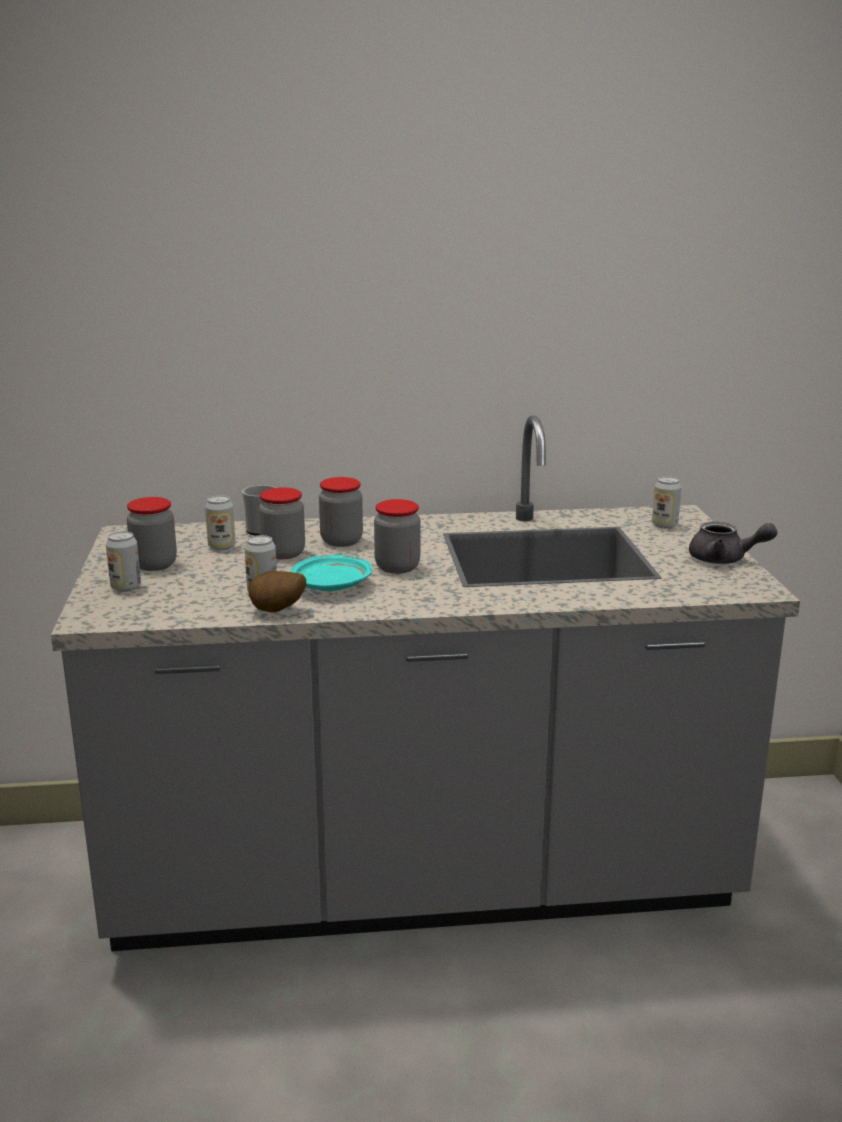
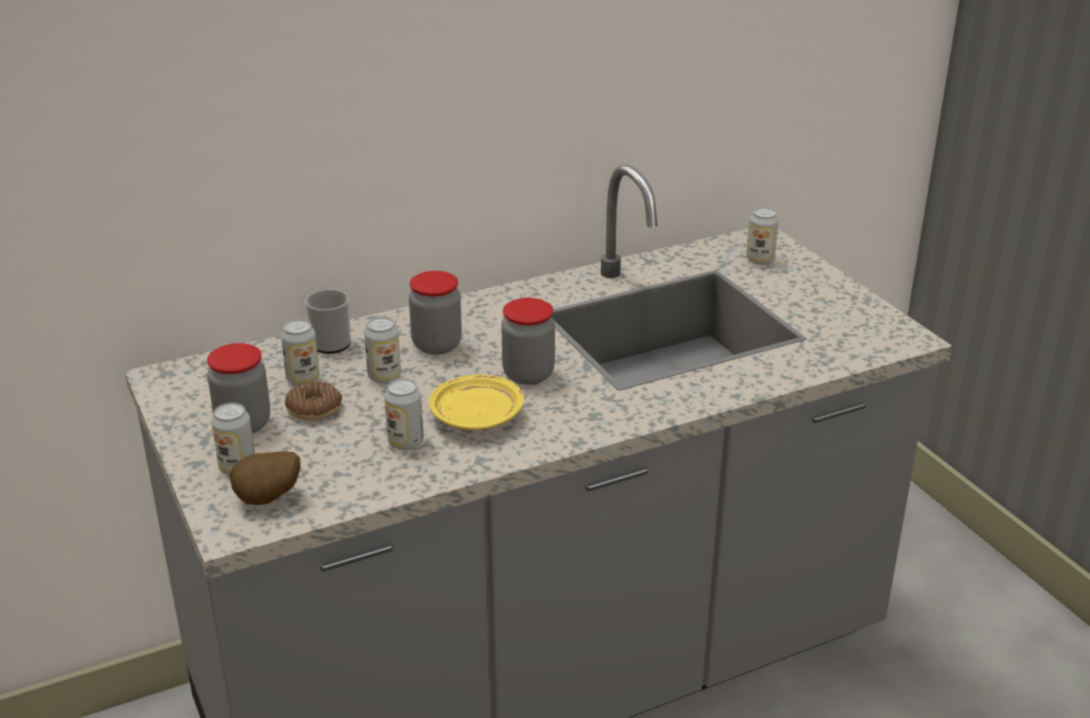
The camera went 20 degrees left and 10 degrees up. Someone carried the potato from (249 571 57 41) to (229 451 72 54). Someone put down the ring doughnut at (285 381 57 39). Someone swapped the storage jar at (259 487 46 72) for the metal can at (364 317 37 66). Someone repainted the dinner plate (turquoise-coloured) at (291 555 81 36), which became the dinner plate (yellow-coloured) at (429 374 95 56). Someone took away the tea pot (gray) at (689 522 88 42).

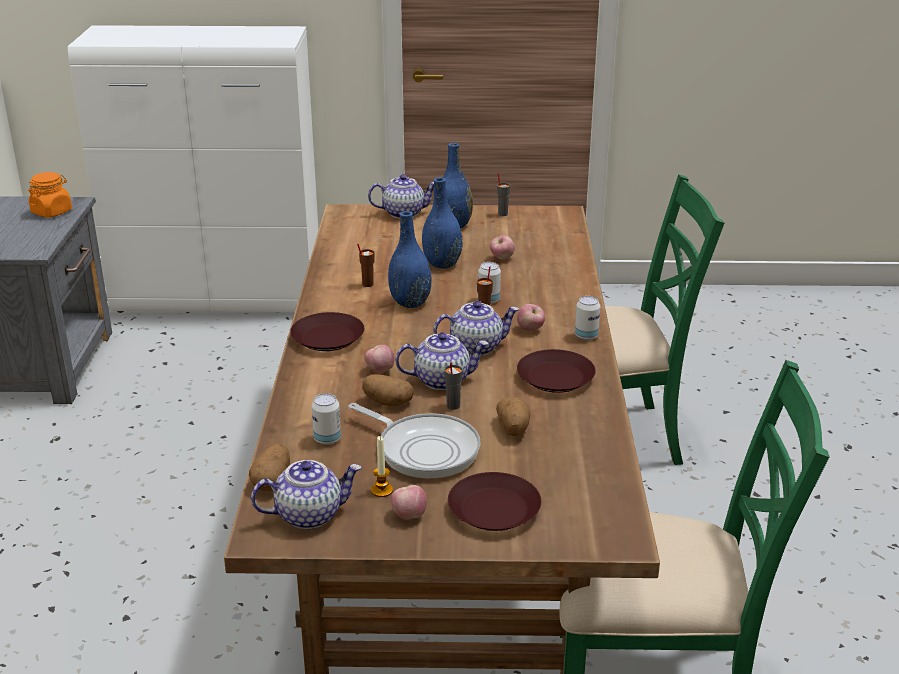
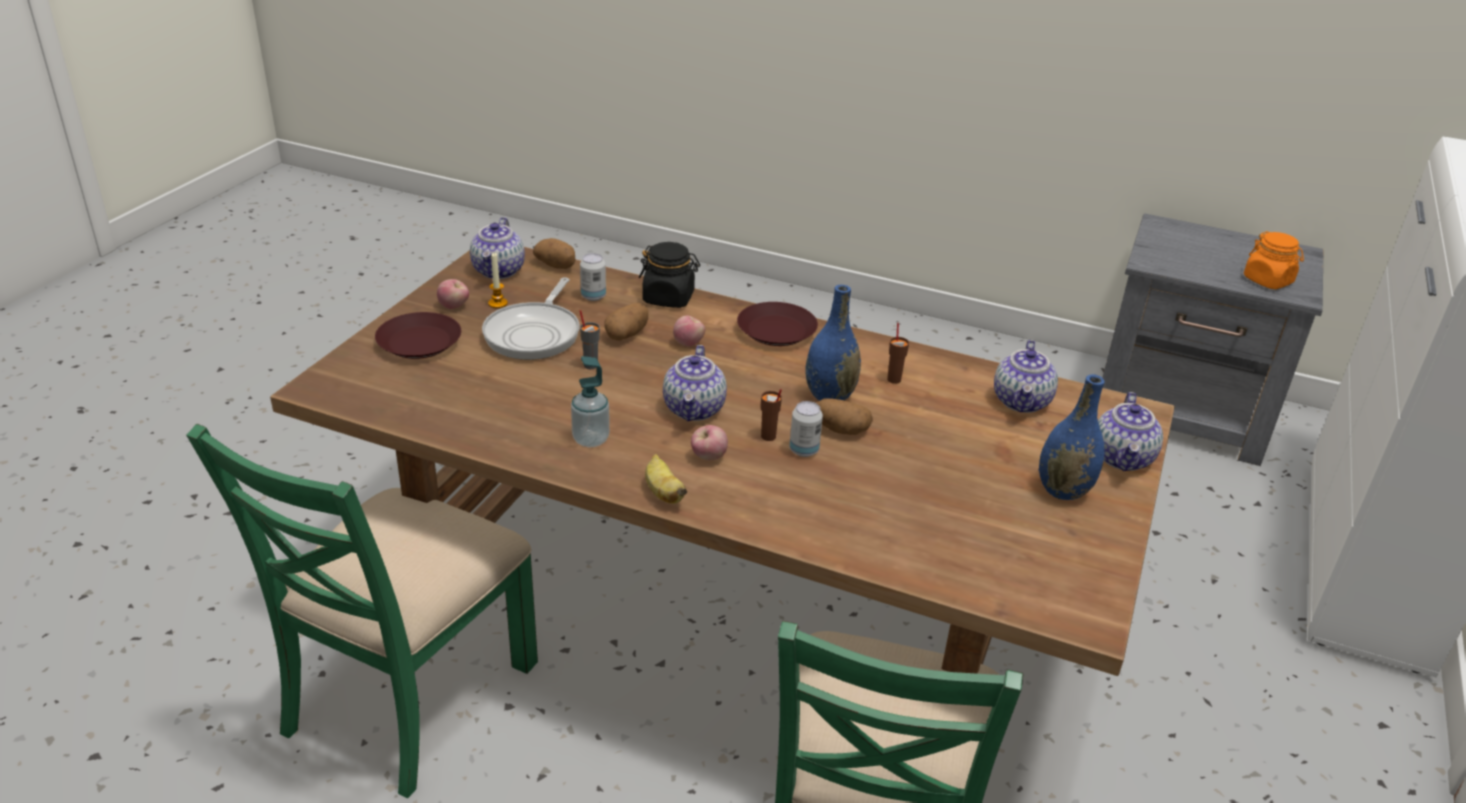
The camera went 110 degrees right and 5 degrees up. Someone rotated the pan at (348 403 133 76) by 45 degrees counterclockwise. Someone swapped the dinner plate (brownish) at (517 349 79 44) for the soap bottle at (571 356 39 91). Someone put down the storage jar (blackish) at (639 242 61 66). Someone swapped the metal can at (575 296 26 44) for the banana fruit at (645 454 42 50). Someone carried the potato from (496 397 34 39) to (816 398 57 37). Someone carried the tea pot from (395 332 93 58) to (994 340 64 73). Someone took away the decorative vase (blue) at (422 177 41 91). Someone took away the whole apple at (490 235 25 25). Someone took away the small cup (gray) at (497 173 13 43).

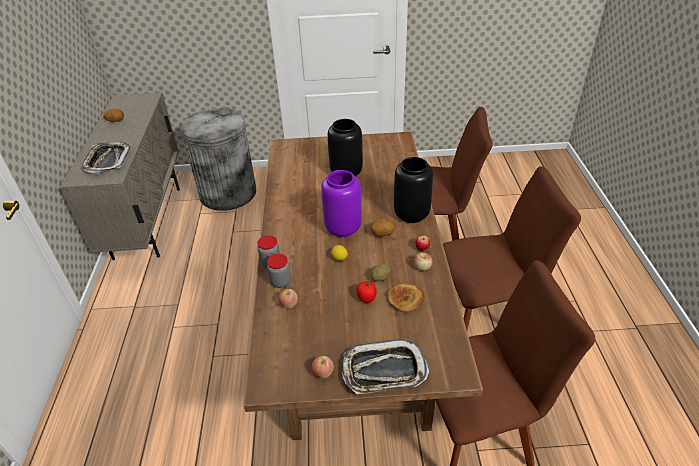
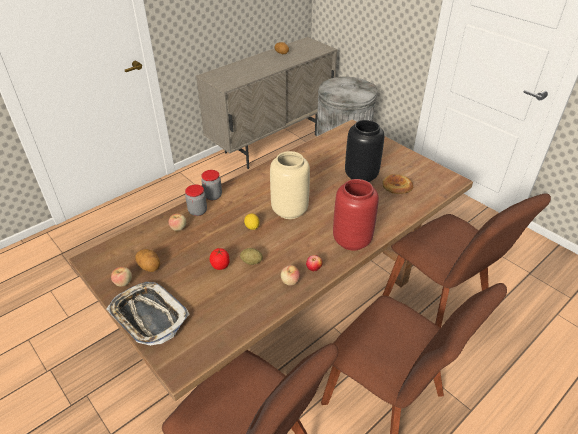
The camera went 50 degrees right and 0 degrees up. Someone carried the potato from (370 218 25 18) to (135 249 25 23). Someone repainted the decorative vase (purple-coloured) at (322 170 40 67), which became the decorative vase (beige) at (270 151 40 68). Someone repainted the decorative vase (blackish) at (394 157 39 66), which became the decorative vase (red-coloured) at (333 179 46 72). Someone carried the baked bread from (387 283 38 29) to (383 174 30 20). Someone took away the tray at (82 142 48 31).

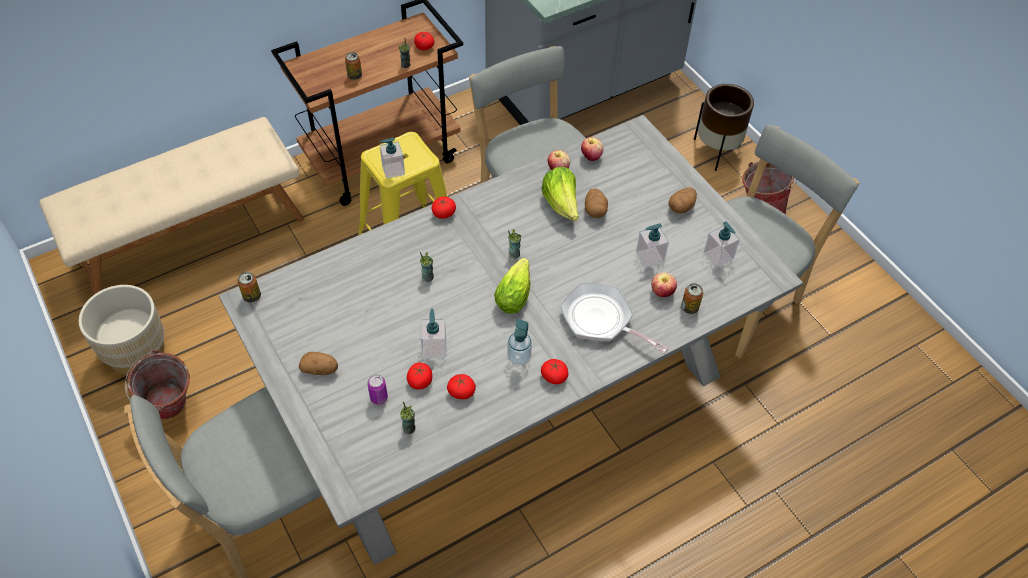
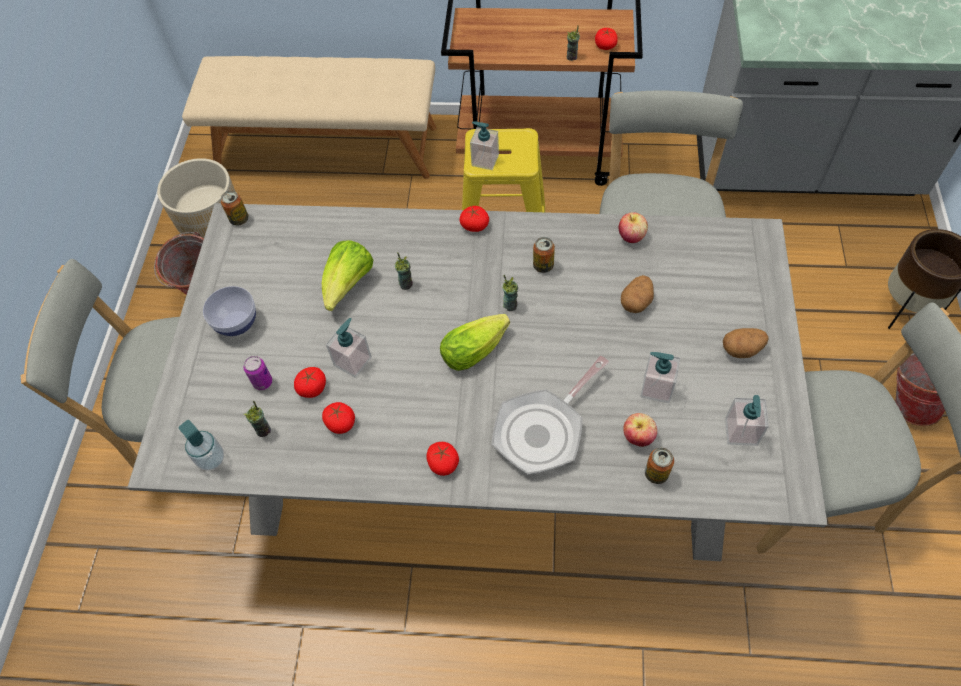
The camera went 40 degrees right and 5 degrees up. Someone carried the soap bottle from (507 319 25 46) to (178 420 46 51). Someone swapped the potato at (299 352 39 23) for the deep dish at (203 286 53 50). Someone carried the head of lettuce from (541 167 38 54) to (322 240 51 71). Someone rotated the pan at (560 283 109 71) by 120 degrees counterclockwise. Someone carried the metal can from (345 52 17 28) to (533 237 22 36). Someone took away the whole apple at (581 137 23 24).

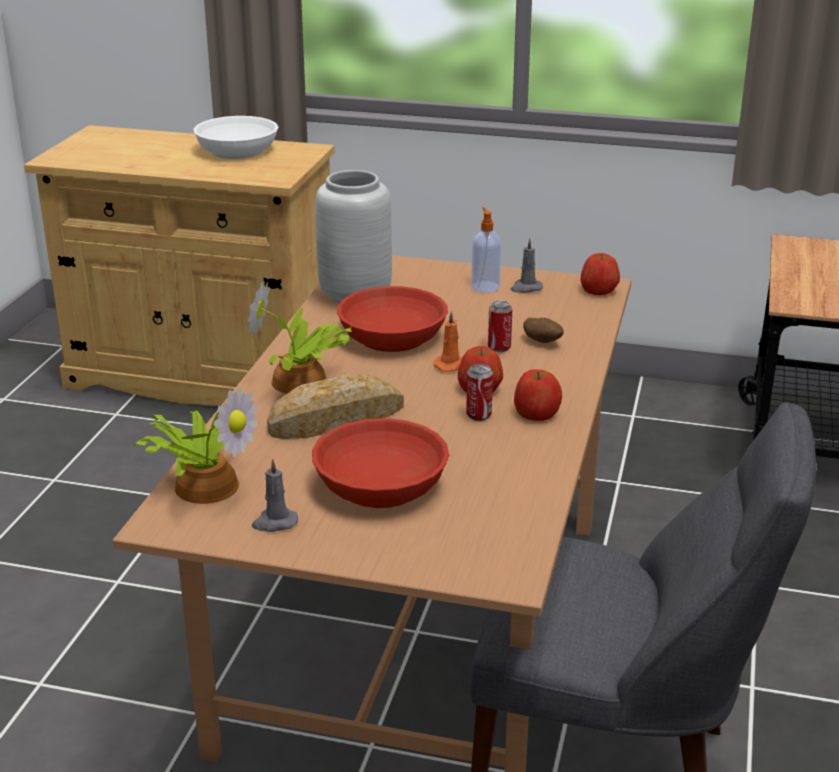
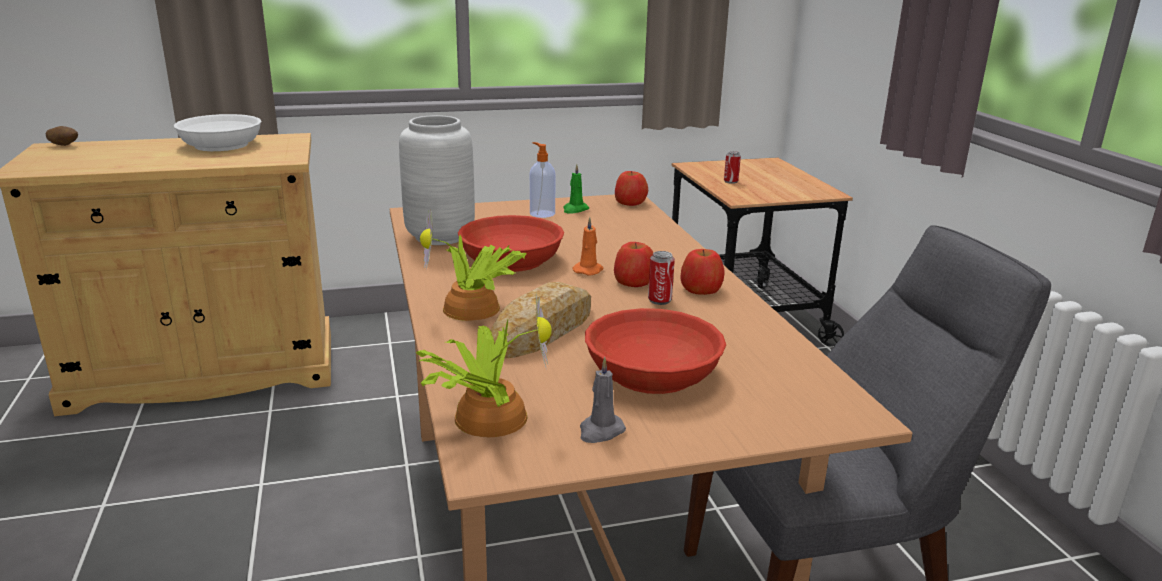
The camera went 30 degrees left and 5 degrees down. Someone carried the potato from (523 318 41 25) to (46 126 32 20). Someone repainted the candle (gray) at (511 238 32 55), which became the candle (green-coloured) at (563 164 26 50). Someone carried the metal can from (488 301 24 51) to (724 151 17 33).

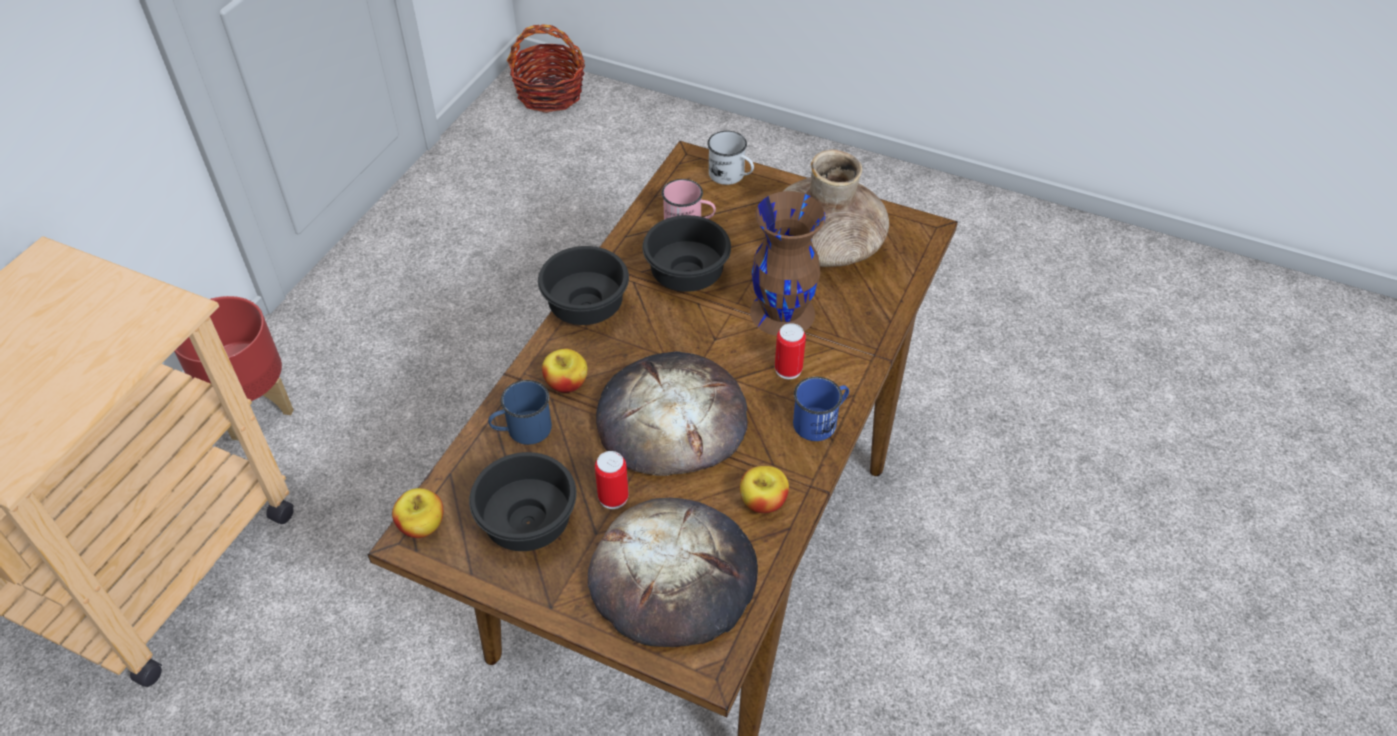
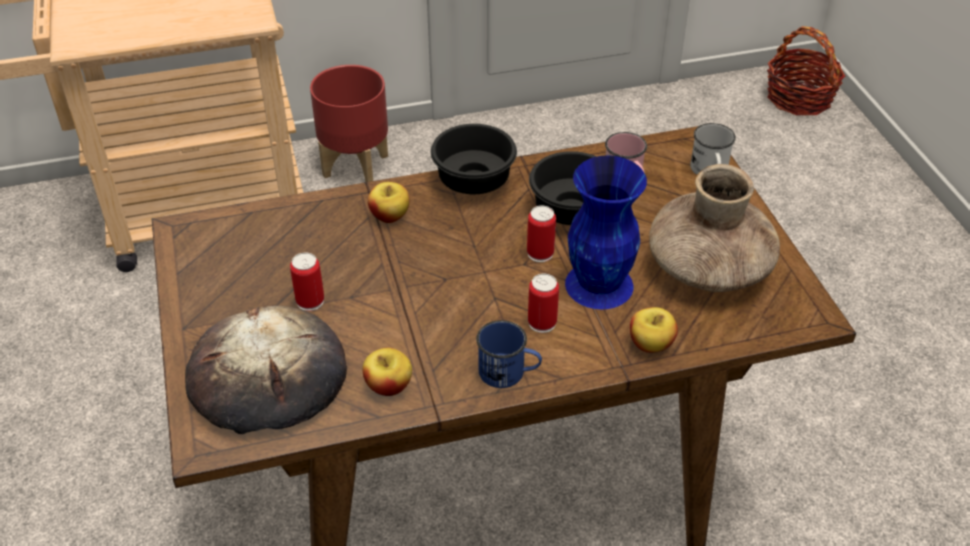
The camera went 50 degrees right and 5 degrees down. Someone put down the metal can at (527 206 29 56). Someone repainted the decorative vase (brownish) at (750 191 75 145), which became the decorative vase (blue) at (565 155 82 154). Someone carried the whole apple from (392 488 51 50) to (630 307 48 46). Someone took away the deep dish (blackish) at (469 452 107 99). Someone took away the coffee mug (blue) at (488 380 64 65). Someone took away the baked bread at (596 351 152 125).

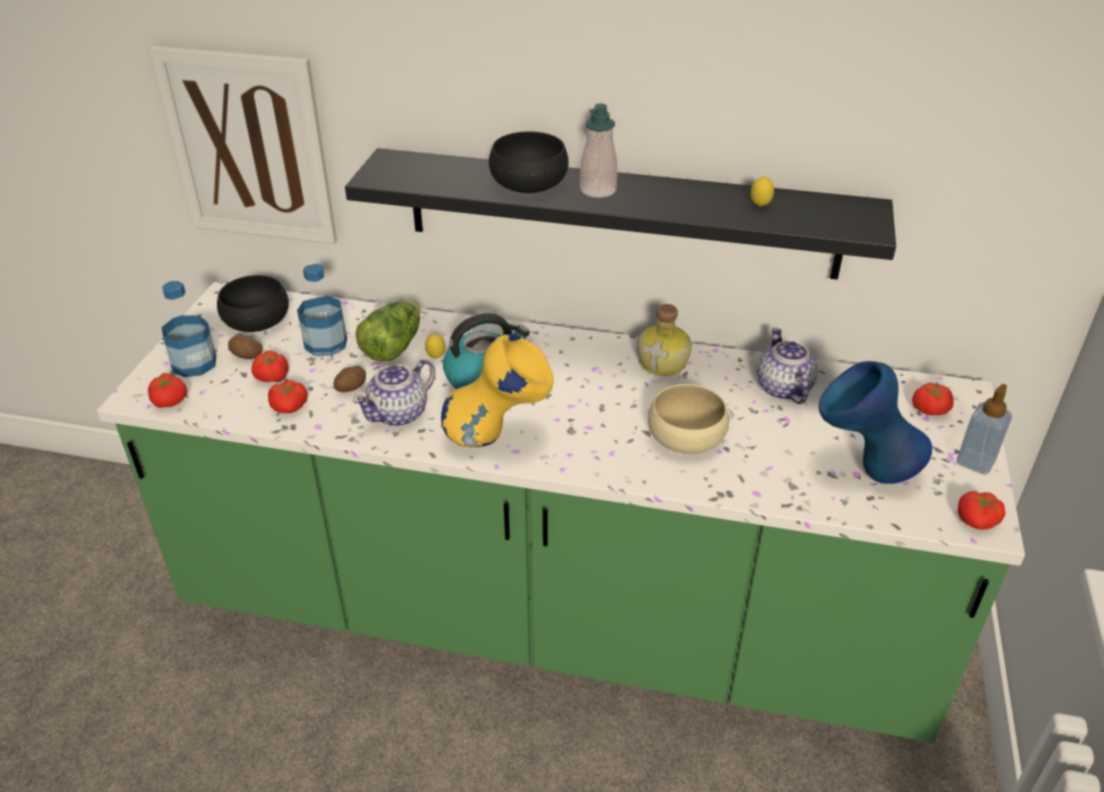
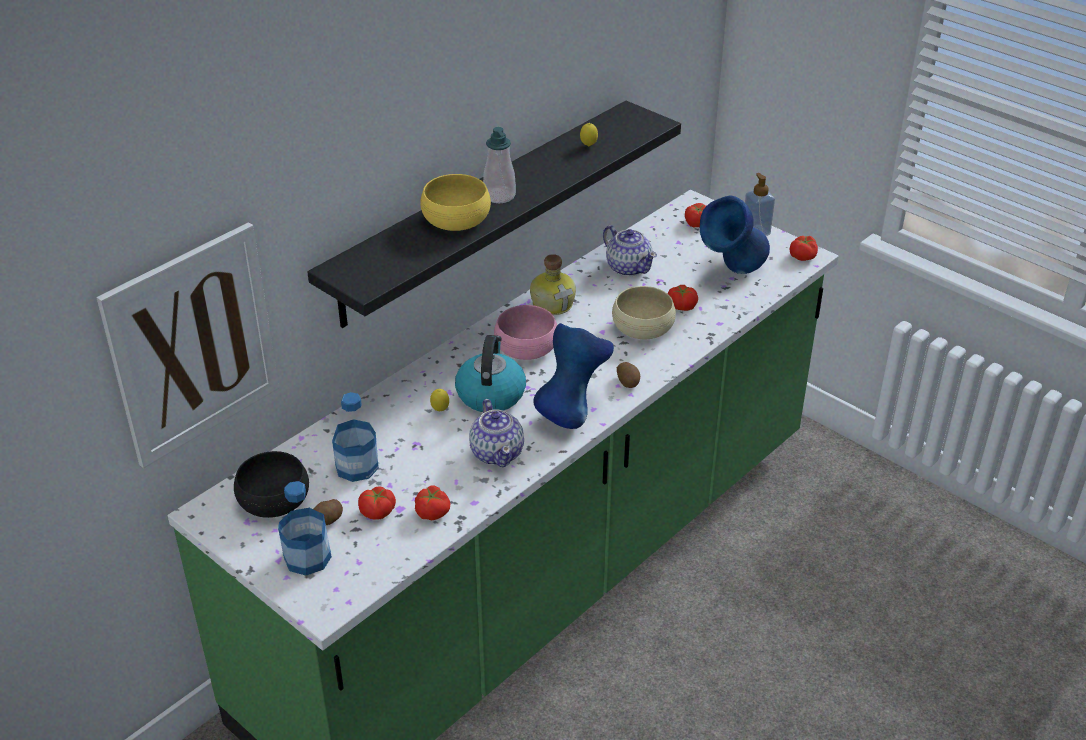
The camera went 60 degrees left and 0 degrees up. Someone repainted the deep dish (blackish) at (489 131 80 62), which became the deep dish (yellow-coloured) at (420 174 71 57). Someone put down the deep dish (pink-coloured) at (494 305 63 55). Someone repainted the decorative vase (yellow-coloured) at (441 334 113 113), which became the decorative vase (blue) at (533 323 81 106). Someone rotated the tea pot at (757 327 61 77) by 150 degrees counterclockwise. Someone carried the potato from (333 365 33 27) to (617 362 23 26). Someone carried the tomato from (148 373 39 35) to (668 285 30 26). Someone took away the head of lettuce at (356 300 64 62).

